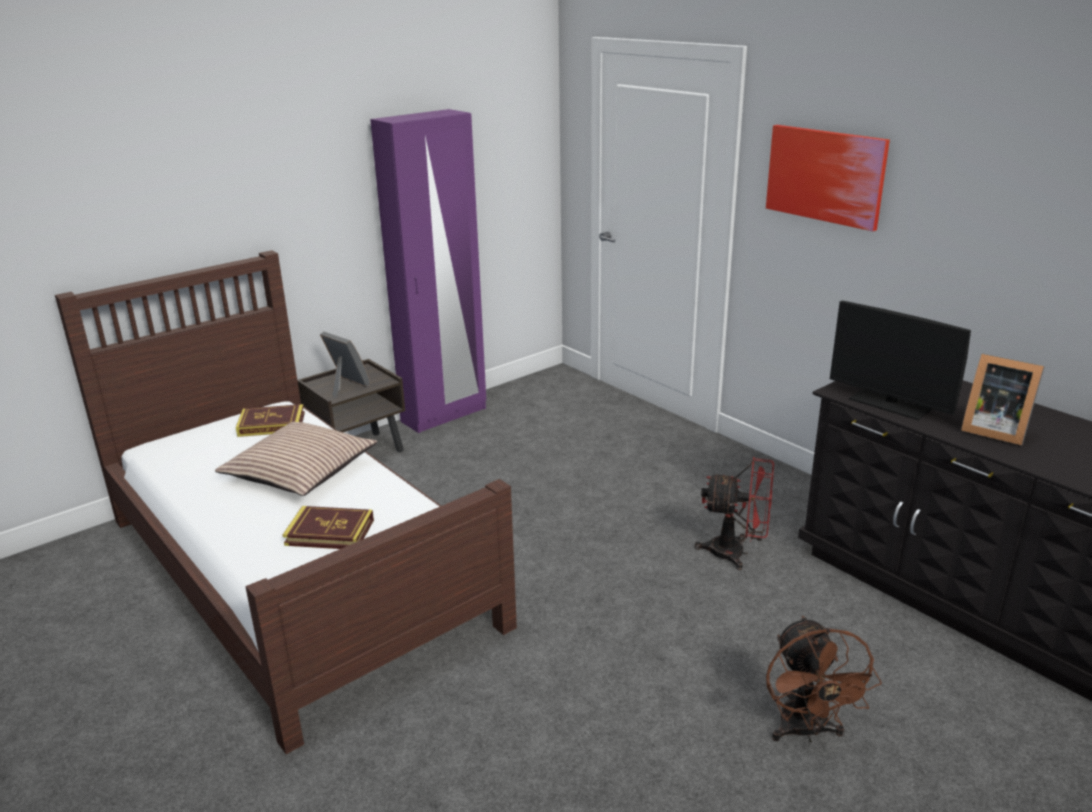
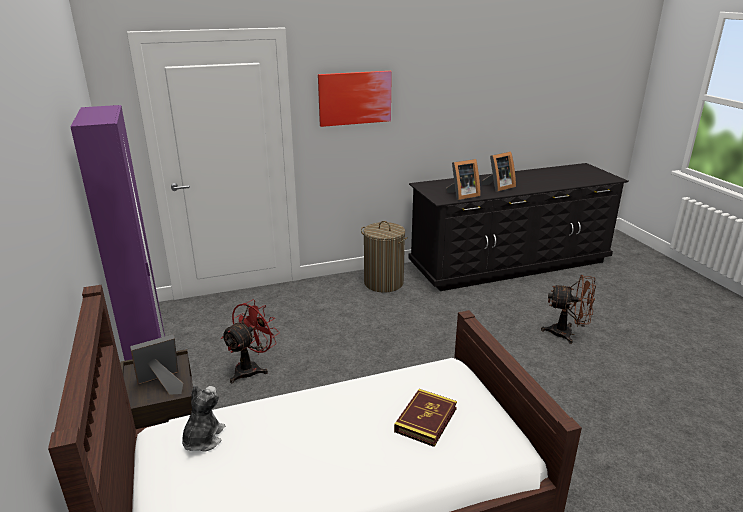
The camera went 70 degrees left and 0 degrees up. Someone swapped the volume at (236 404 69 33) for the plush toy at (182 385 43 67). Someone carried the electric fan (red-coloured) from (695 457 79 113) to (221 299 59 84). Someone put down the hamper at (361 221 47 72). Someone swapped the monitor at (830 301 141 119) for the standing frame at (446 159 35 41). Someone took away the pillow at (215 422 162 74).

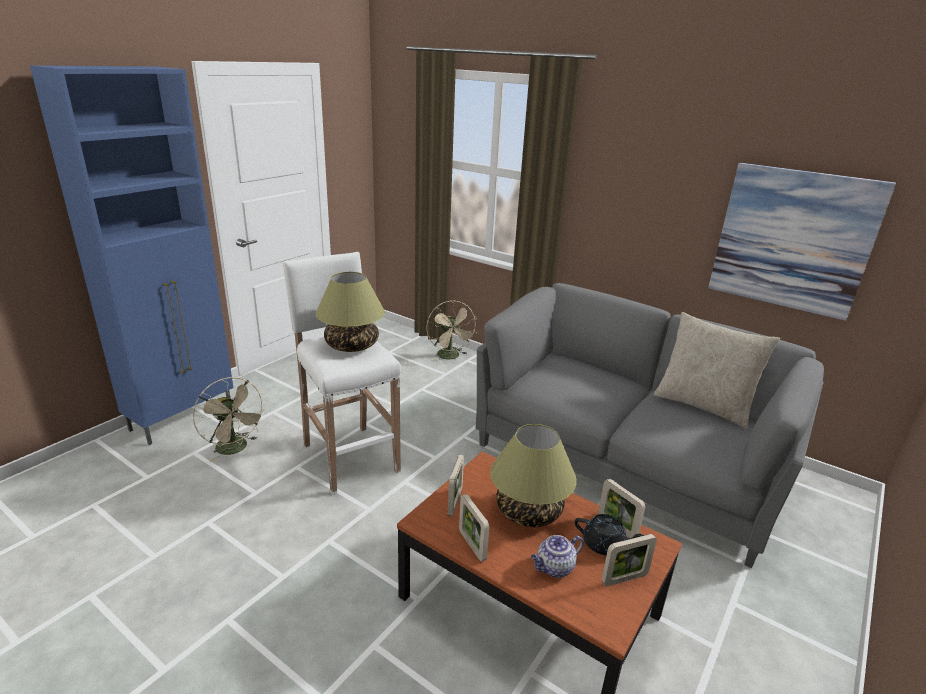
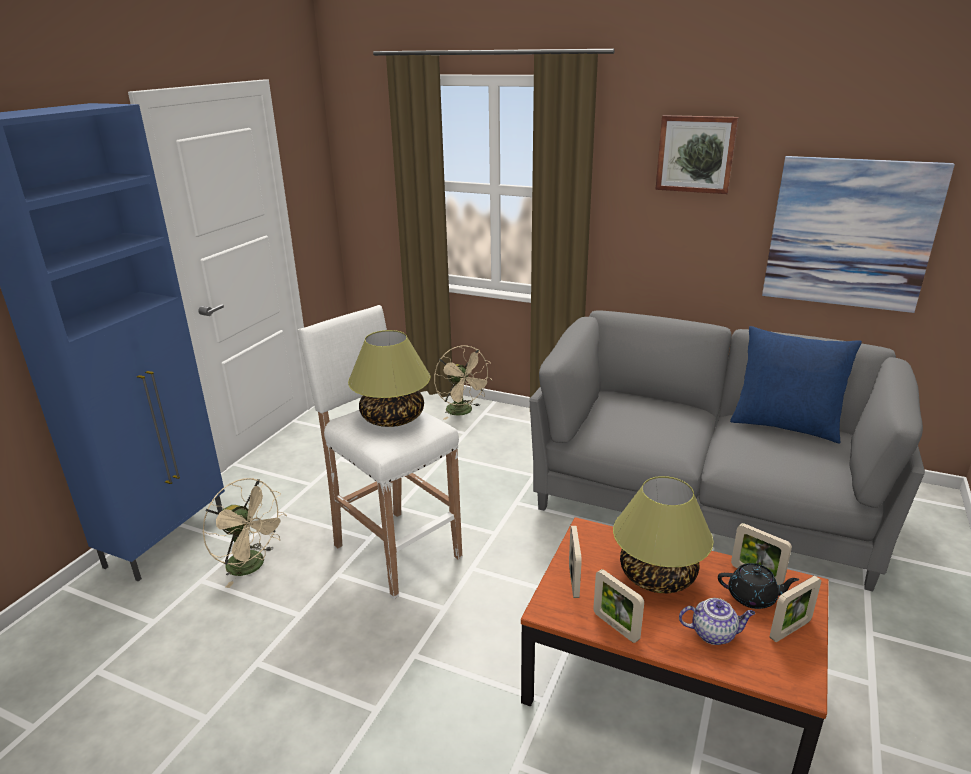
The camera went 10 degrees left and 0 degrees up. Someone put up the picture at (655 115 84 79). Someone rotated the tea pot at (531 535 53 43) by 135 degrees counterclockwise. Someone repainted the pillow (beige) at (653 312 127 117), which became the pillow (blue) at (730 326 132 118).

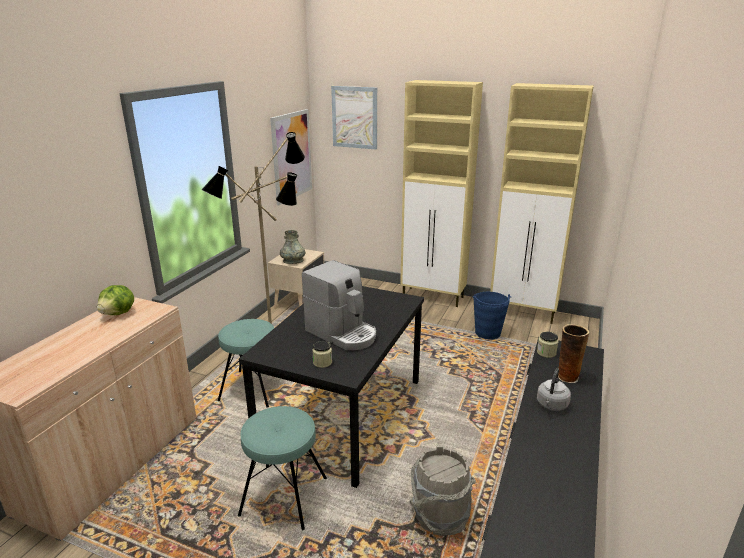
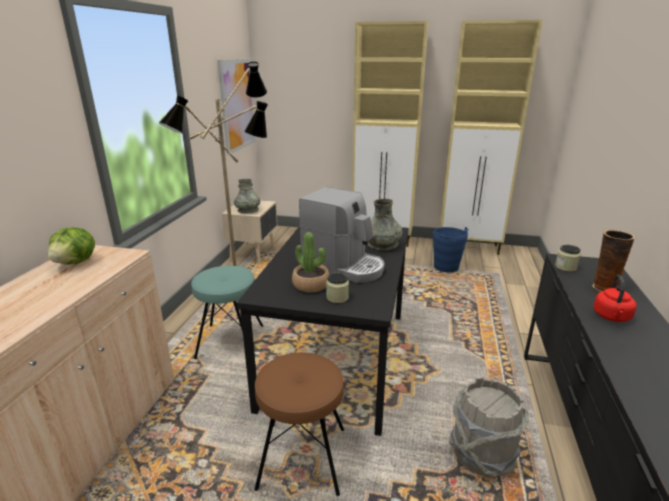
The camera went 10 degrees left and 0 degrees up. Someone repainted the stool (turquoise-coloured) at (238 406 89 124), which became the stool (brownish) at (254 353 90 143). Someone put down the potted plant at (292 232 38 60). Someone put down the decorative vase (gray) at (368 198 34 53). Someone repainted the water kettle (gray) at (537 368 34 43), which became the water kettle (red-coloured) at (594 275 43 47). Someone took away the picture at (331 86 46 63).

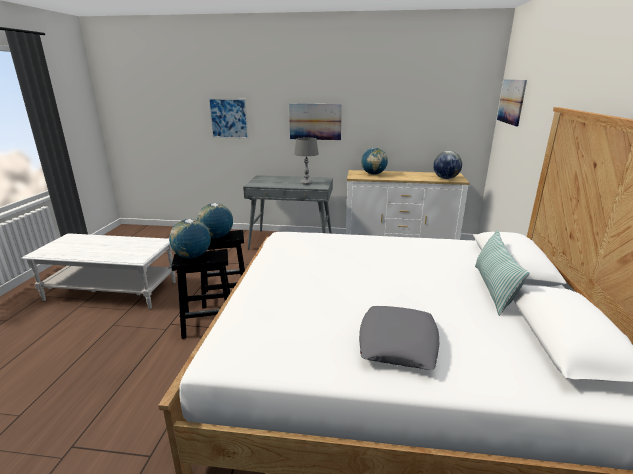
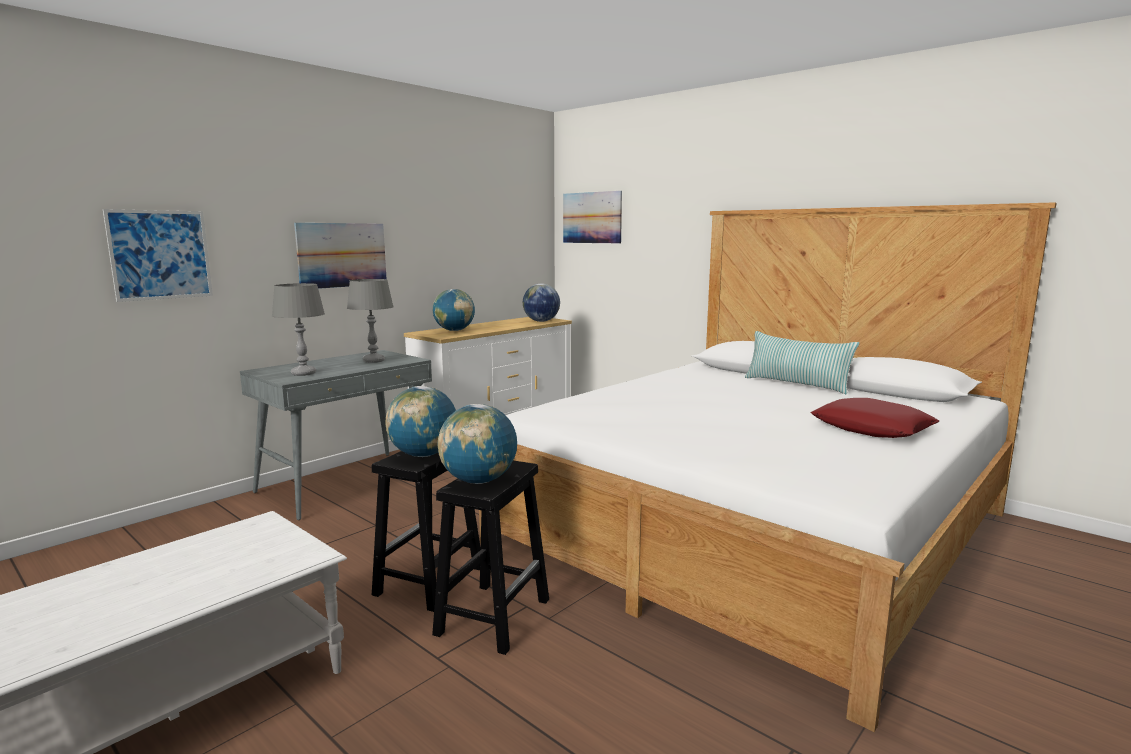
The camera went 55 degrees left and 10 degrees down. Someone put down the lamp for a table (gray) at (272 283 53 93). Someone repainted the pillow (gray) at (359 306 80 64), which became the pillow (red-coloured) at (811 398 128 40).

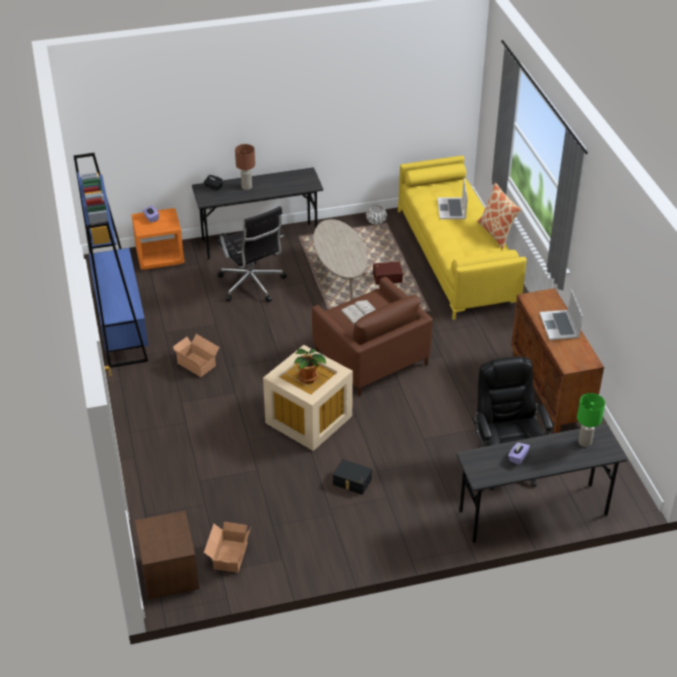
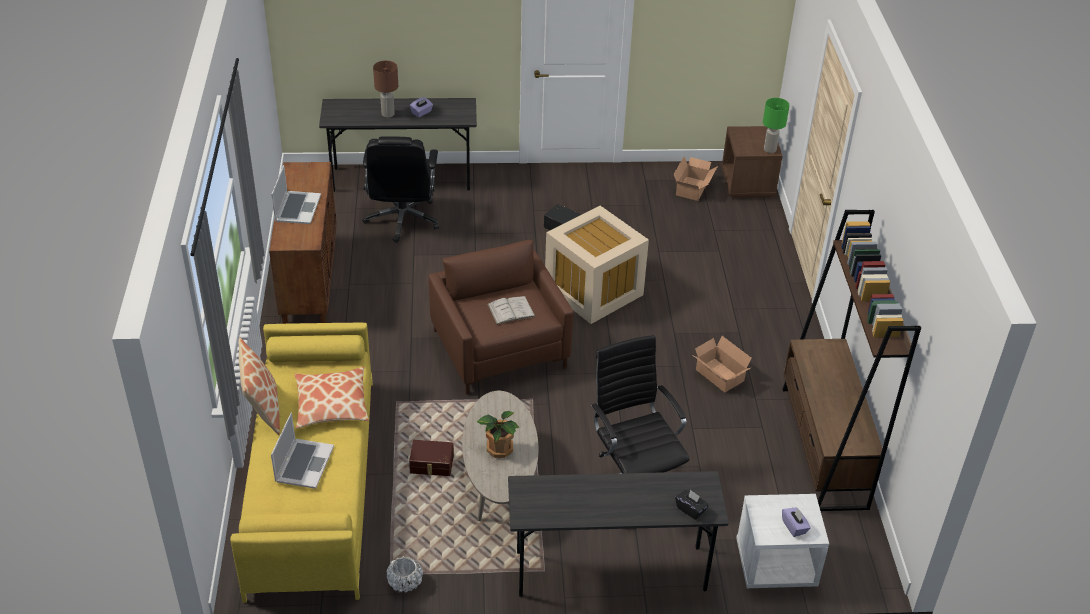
The camera went 170 degrees left and 0 degrees up. Someone put down the pillow at (294 367 75 61). Someone carried the lamp for a table (brownish) from (235 144 20 46) to (373 61 25 57). Someone carried the potted plant from (294 348 33 36) to (477 411 42 47). Someone repainted the night table (orangey) at (131 208 54 62), which became the night table (white) at (736 494 93 94). Someone carried the lamp for a table (green-coloured) from (577 393 28 54) to (763 98 27 55). Someone repainted the shelving unit (blue) at (74 153 74 215), which became the shelving unit (brownish) at (782 210 139 301).

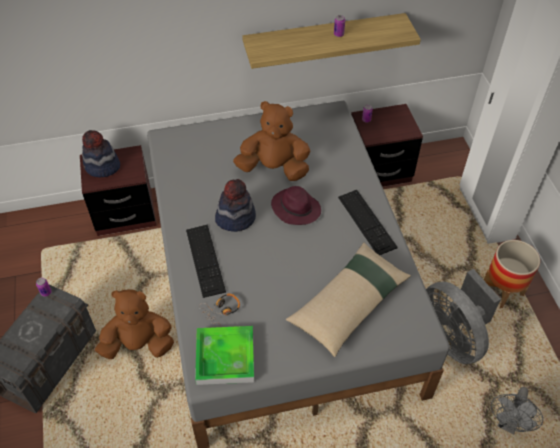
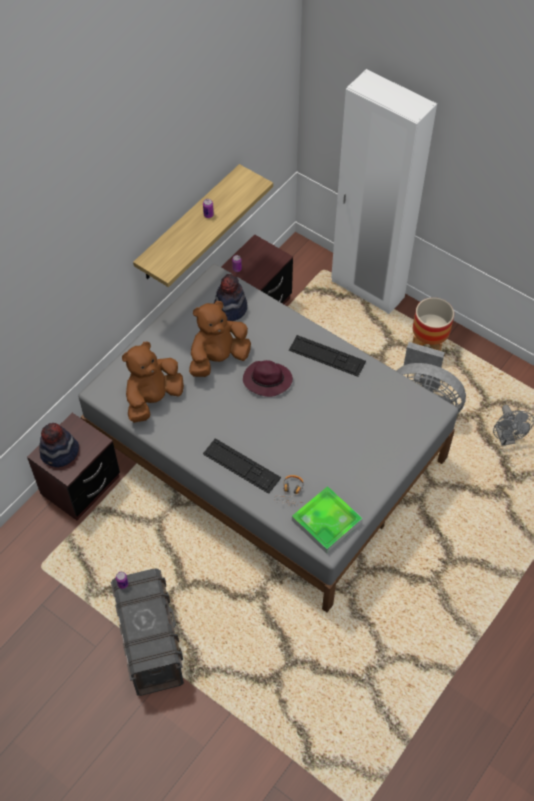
The camera went 40 degrees left and 5 degrees up. Someone carried the plush toy (brownish) from (95 289 79 70) to (122 341 62 82). Someone carried the clothing hat from (215 179 41 53) to (214 274 33 47). Someone took away the pillow (beige) at (286 242 125 115).

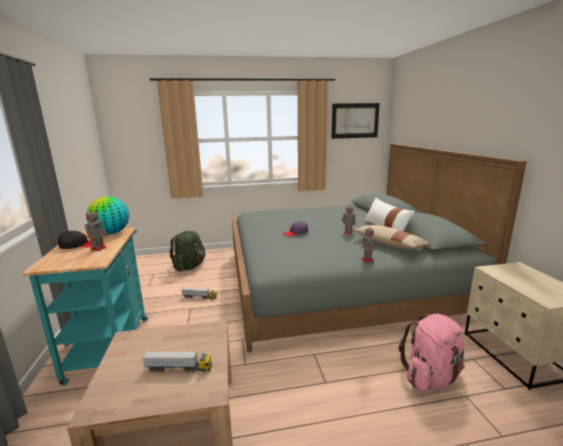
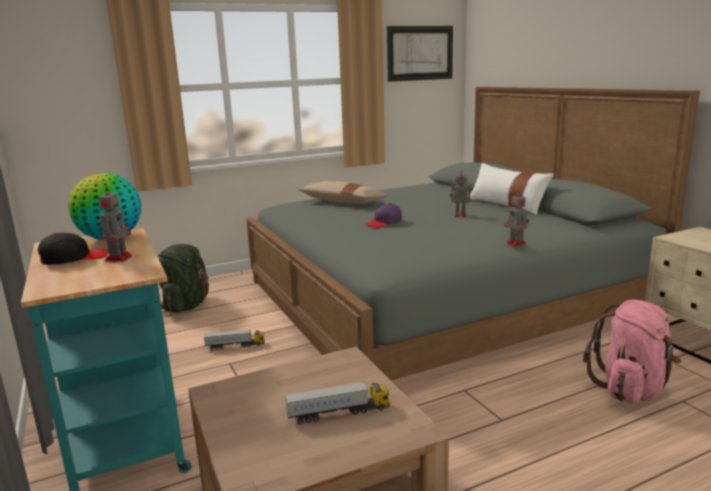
The camera went 15 degrees left and 0 degrees up. Someone carried the pillow (beige) from (353 225 77 25) to (298 181 90 23).

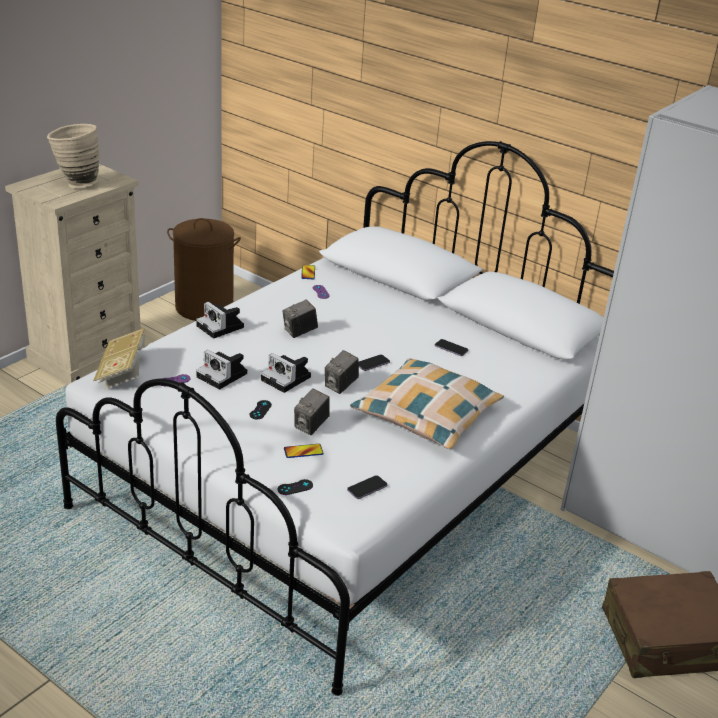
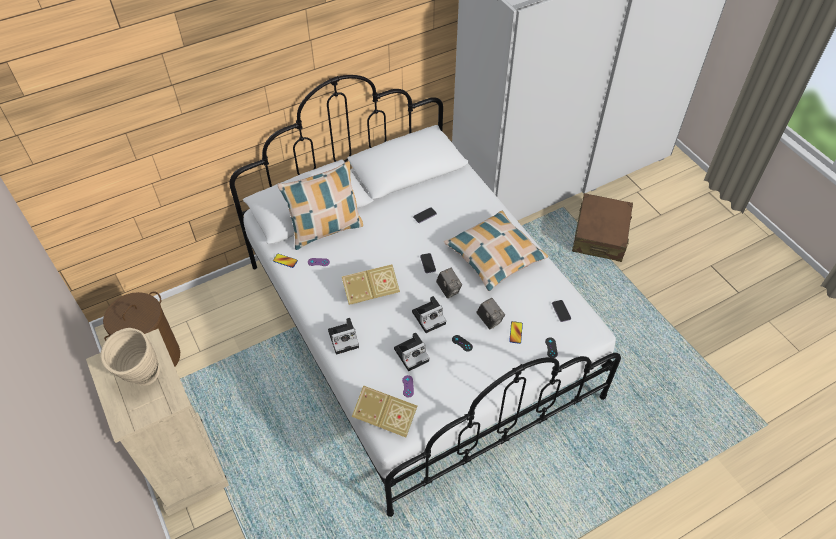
The camera went 65 degrees left and 20 degrees up. Someone put down the pillow at (278 161 85 89). Someone swapped the photo camera at (282 299 36 39) for the volume at (342 264 58 41).

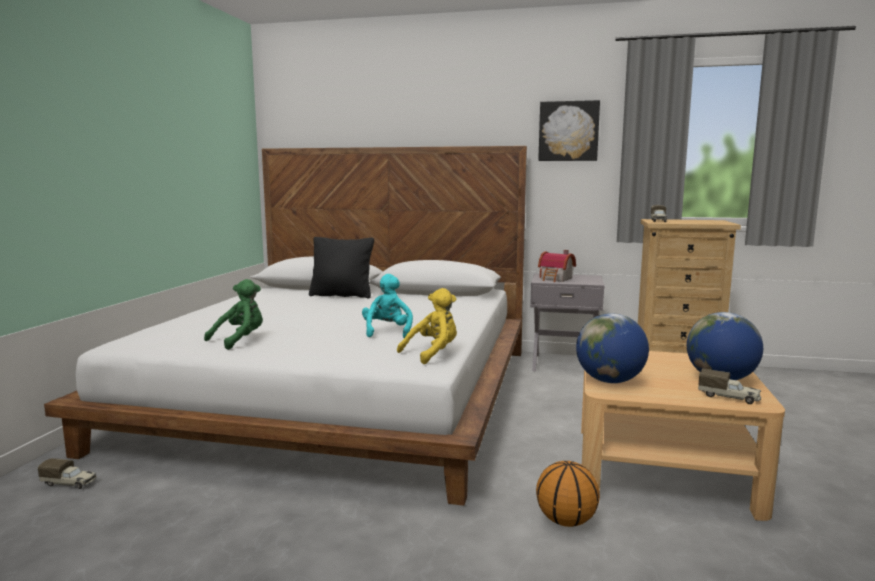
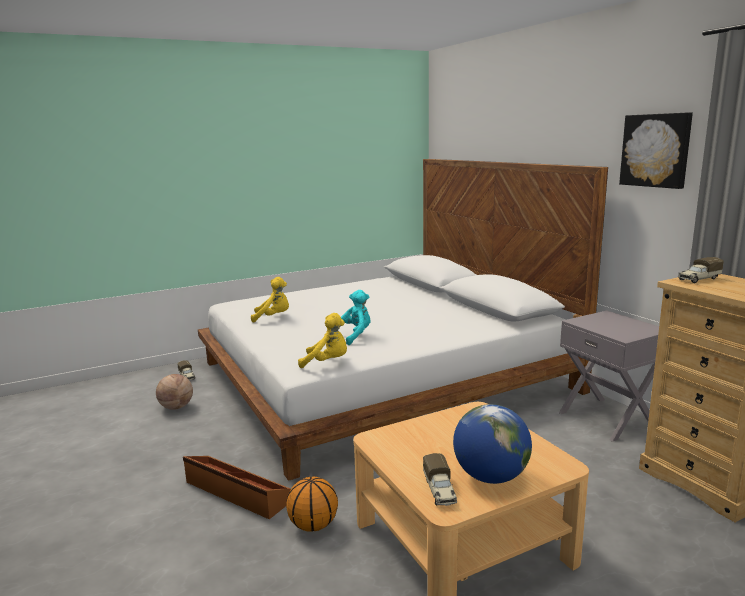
The camera went 50 degrees right and 5 degrees up. Someone put down the basketball at (156 374 37 36). Someone put down the storage container (brownish) at (183 456 108 63). Someone repainted the plush toy (green-coloured) at (204 279 59 71), which became the plush toy (yellow-coloured) at (251 277 38 45). Someone took away the pillow (blackish) at (309 237 65 61). Someone took away the toy house at (538 250 38 32). Someone took away the world globe at (576 313 73 70).

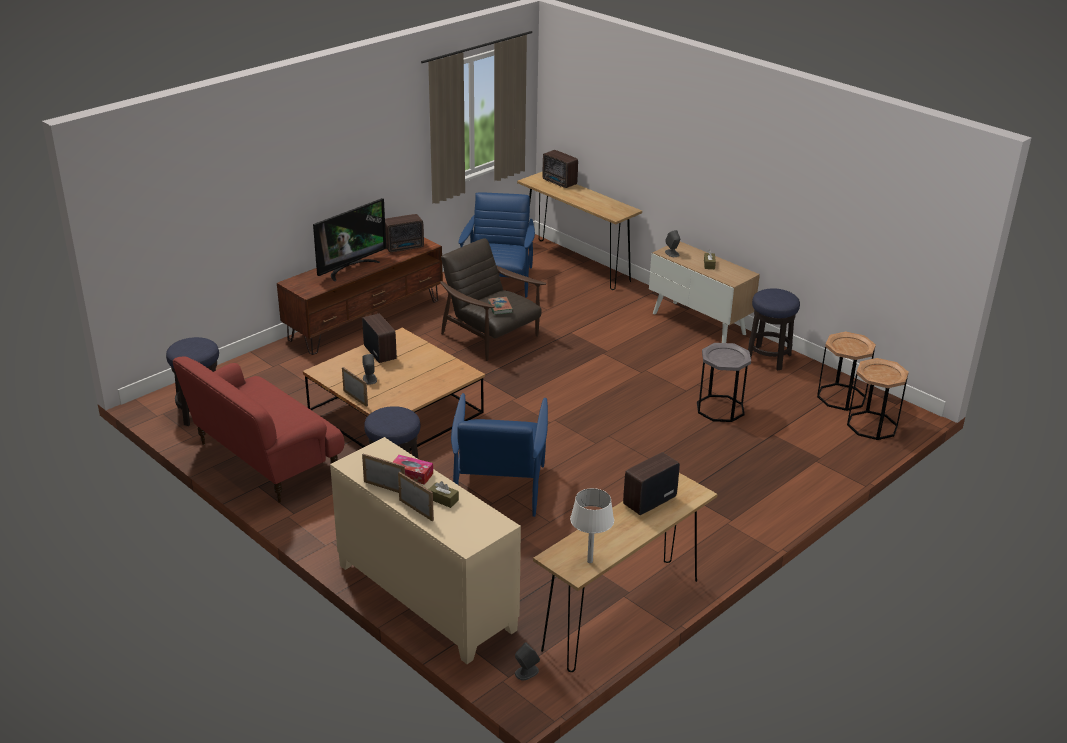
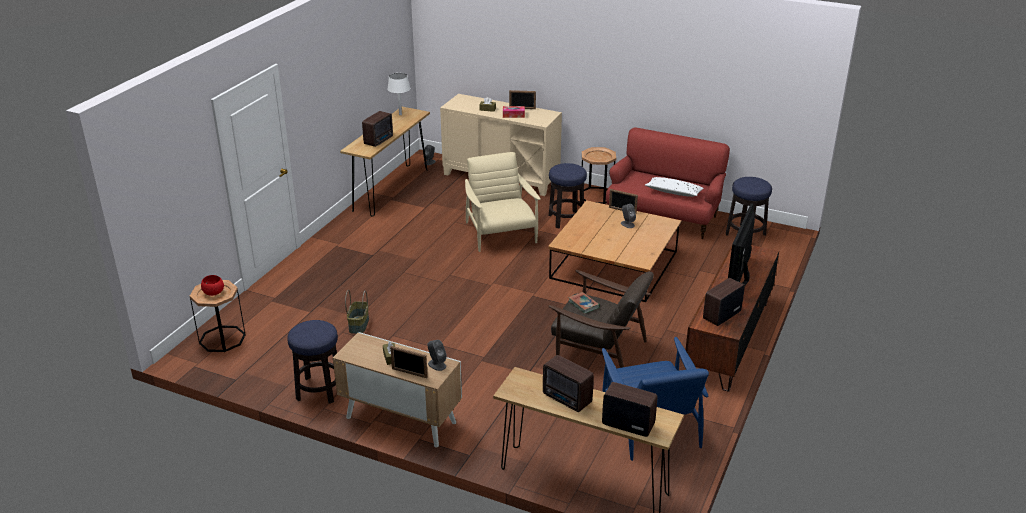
The camera went 160 degrees right and 0 degrees up. Someone put down the deep dish (red-coloured) at (201 275 23 21). Someone swapped the accent table (gray) at (697 343 54 79) for the basket at (345 290 24 44). Someone carried the standing frame from (398 472 36 49) to (390 346 38 32). Someone repainted the armchair (blue) at (451 393 97 124), which became the armchair (beige) at (465 152 76 100). Someone carried the radio receiver from (362 313 35 50) to (543 355 51 57). Someone carried the accent table (brownish) from (817 332 59 79) to (582 147 34 57). Someone put down the pillow (white) at (645 177 59 20).

